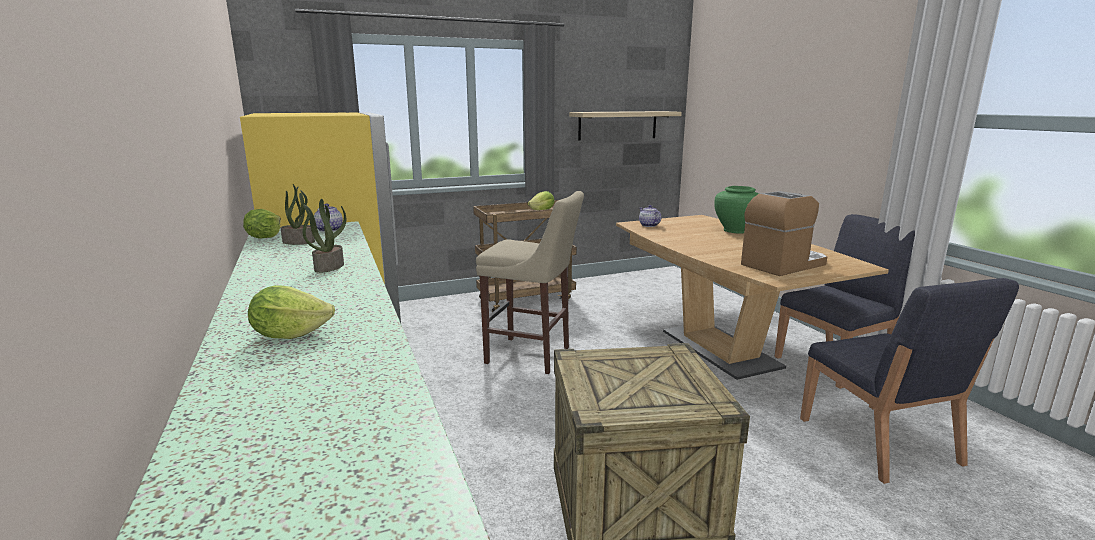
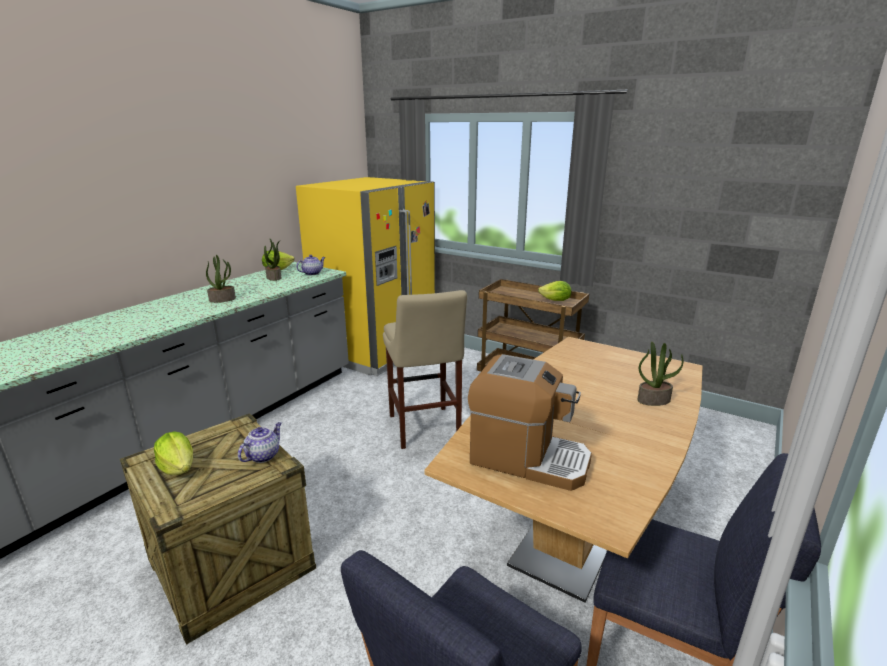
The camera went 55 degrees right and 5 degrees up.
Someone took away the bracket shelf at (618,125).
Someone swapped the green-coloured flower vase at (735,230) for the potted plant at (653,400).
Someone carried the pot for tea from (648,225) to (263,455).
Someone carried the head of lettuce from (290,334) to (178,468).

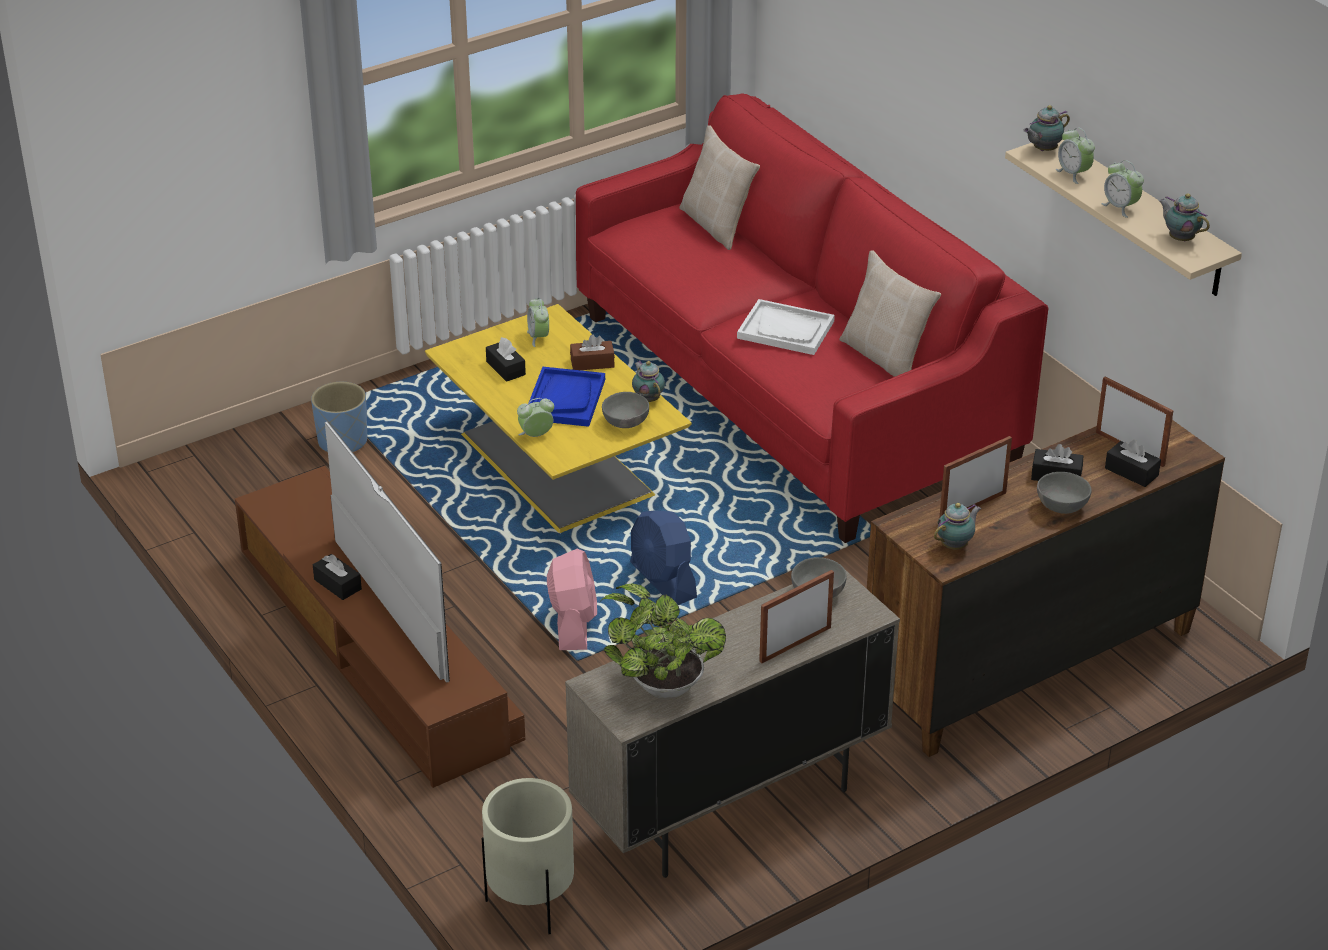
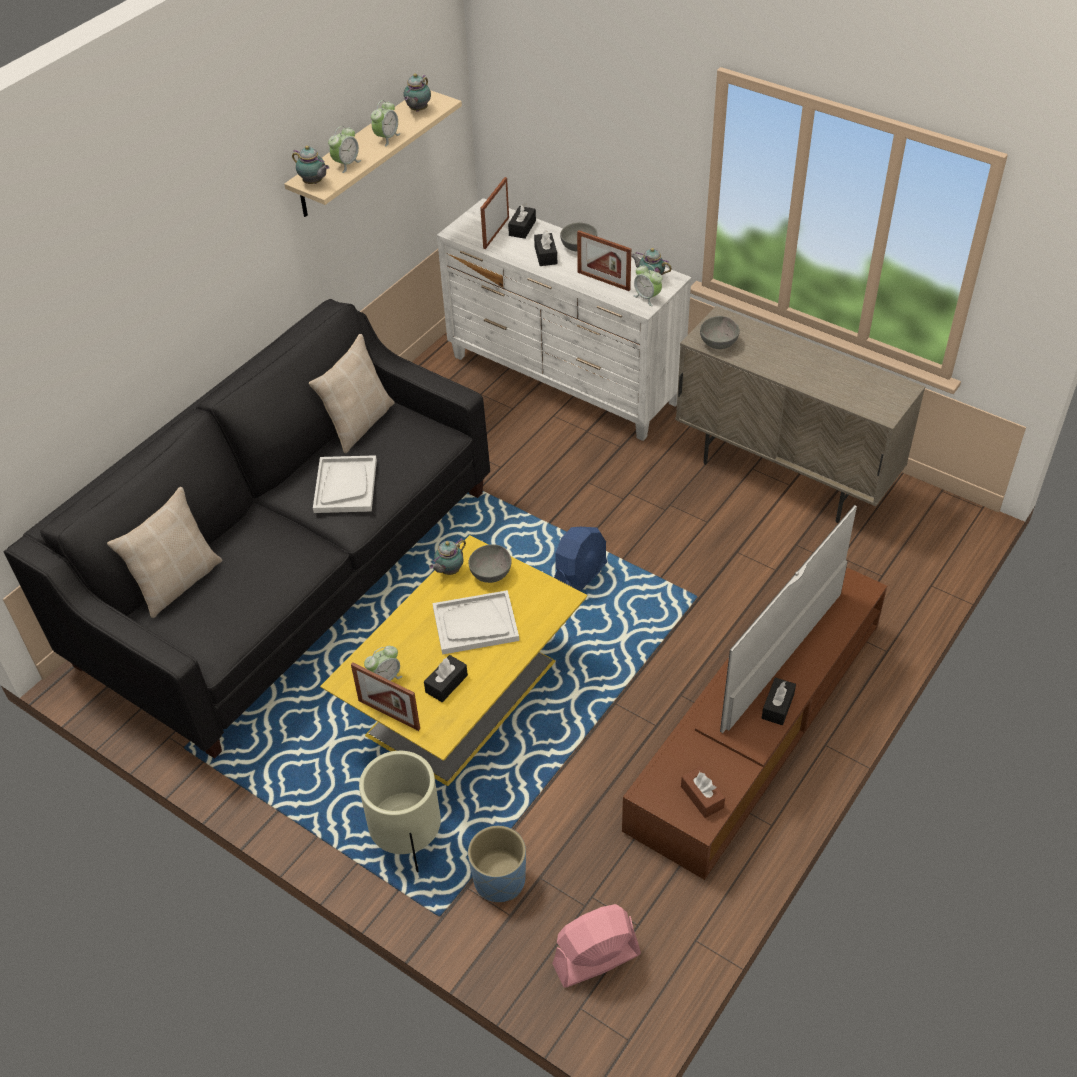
The camera went 110 degrees left and 10 degrees up.
Someone repainted the red-coloured sofa at (792,390), which became the black-coloured sofa at (288,578).
Someone carried the brown box of tissues from (592,363) to (702,797).
Someone repainted the blue-coloured tray at (565,399), which became the white-coloured tray at (475,624).
Someone carried the table clock from (536,435) to (647,297).
Someone repainted the brown chest of drawers at (1028,664), which became the white-coloured chest of drawers at (564,381).
Someone carried the pink cooling fan from (573,623) to (596,959).
Someone carried the picture frame from (795,644) to (389,714).
Someone took away the potted plant at (661,685).
Someone carried the sand-coloured plant pot from (530,903) to (408,841).

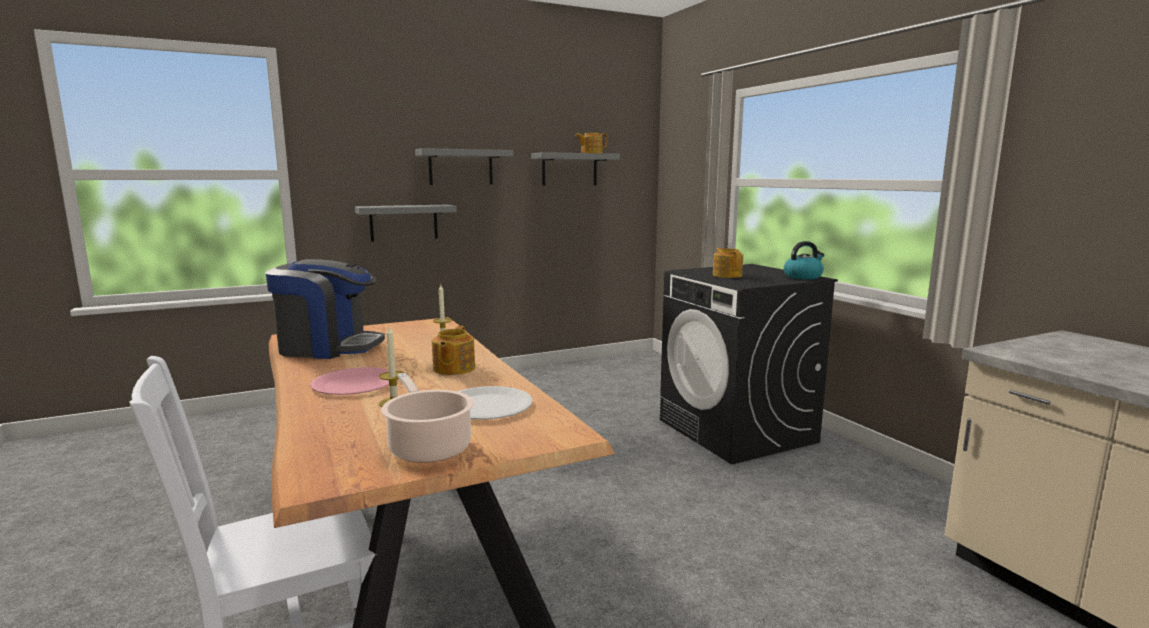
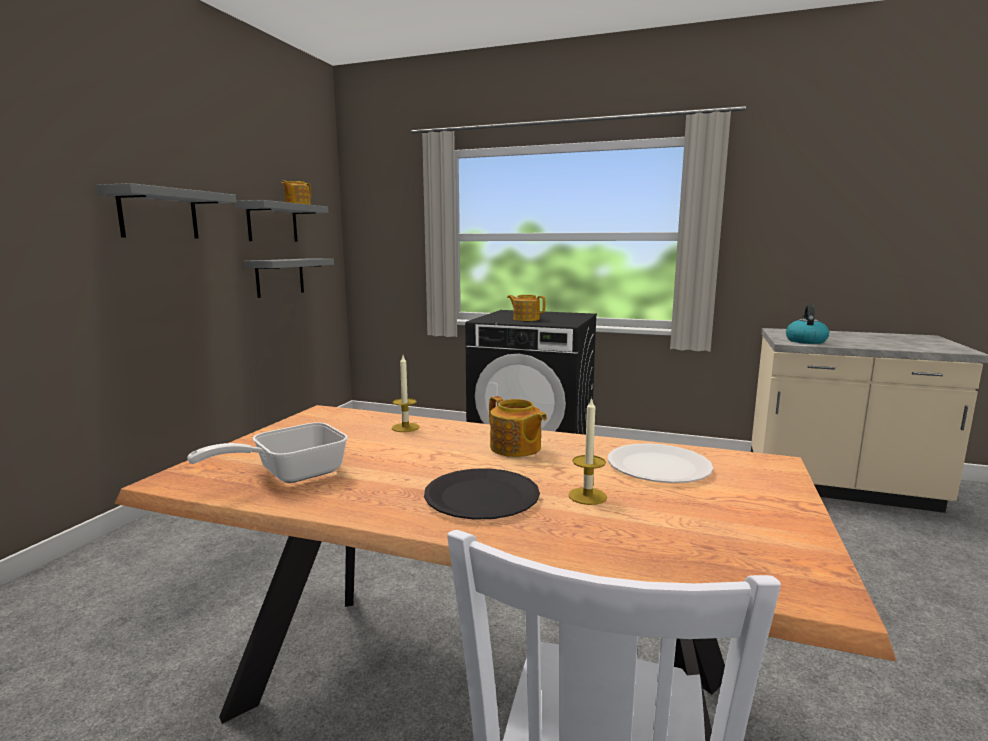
The camera went 45 degrees left and 0 degrees up.
Someone carried the greyish bracket shelf from (404,222) to (280,277).
Someone carried the tea kettle from (803,277) to (805,341).
Someone swapped the coffee machine at (328,347) for the pan at (290,474).
Someone repainted the pink flat dish at (354,384), which became the black-coloured flat dish at (481,497).
Someone took away the stockpot at (428,447).

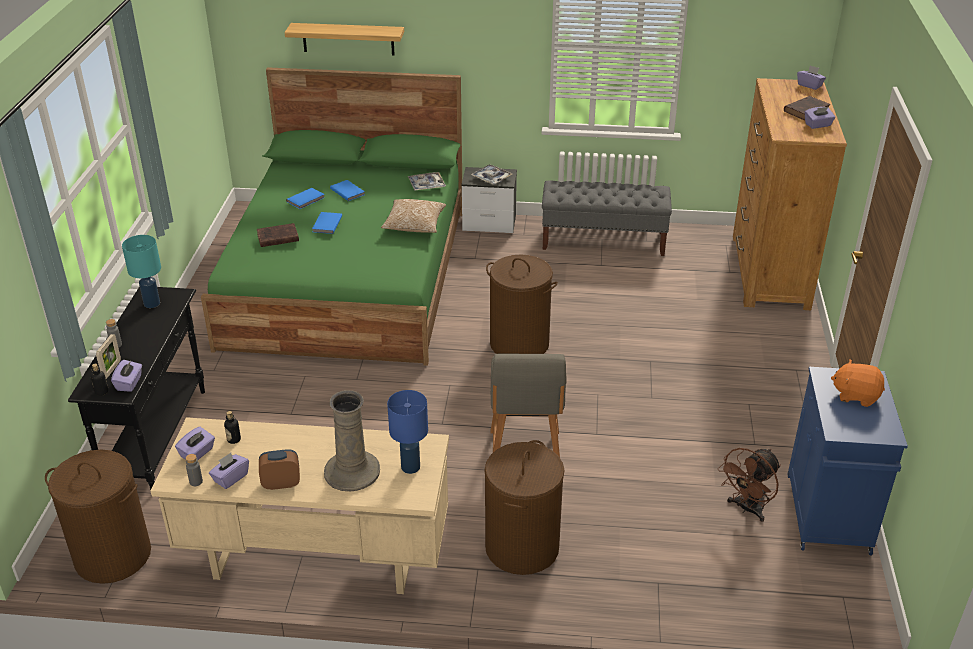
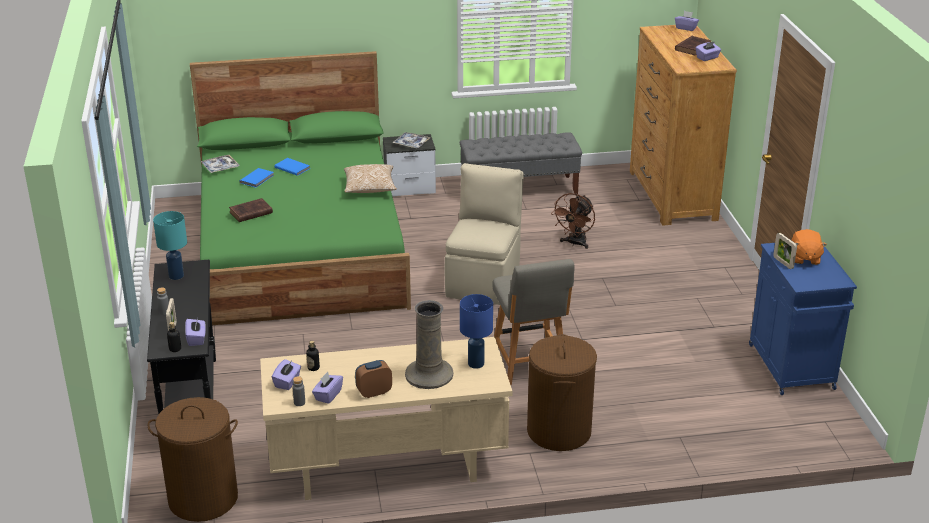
The camera went 15 degrees left and 5 degrees down.
Someone took away the bracket shelf at (348,39).
Someone carried the tray from (426,185) to (220,167).
Someone took away the blue-coloured book at (326,224).
Someone swapped the brown laundry basket at (519,344) for the sand-coloured upright chair at (484,280).
Someone rotated the orangey plush toy at (856,395) by 90 degrees counterclockwise.
Someone carried the brown cooling fan from (747,509) to (574,243).
Someone put down the picture frame at (783,263).

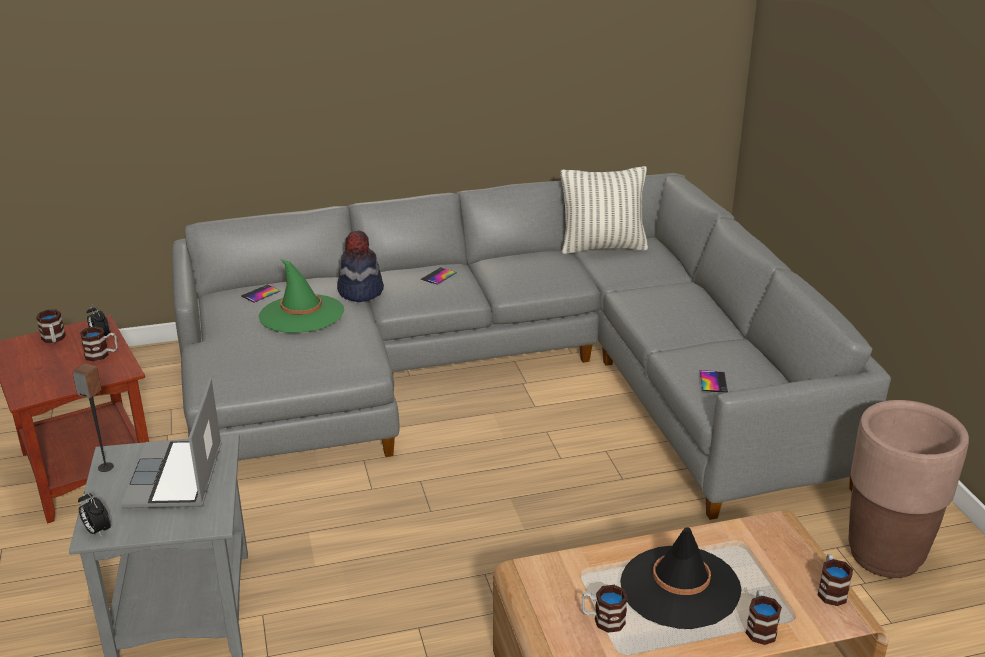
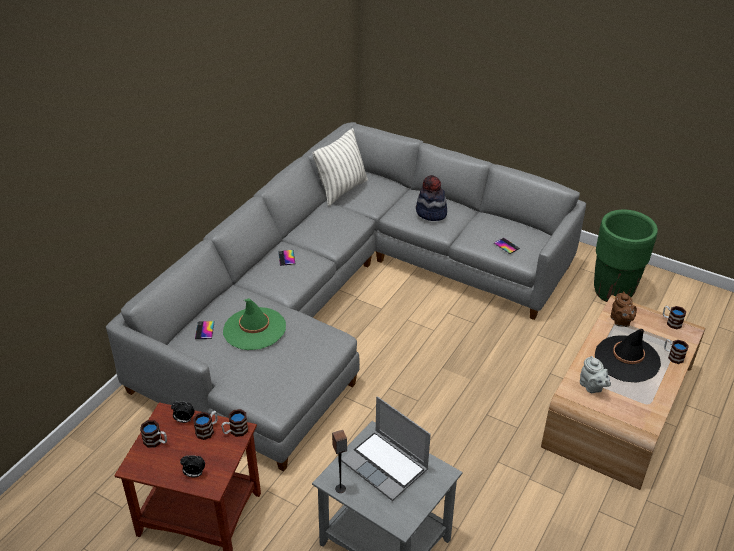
The camera went 45 degrees left and 10 degrees up.
Someone carried the clothing hat from (360,291) to (431,213).
Someone repainted the brown plant pot at (885,555), which became the green-coloured plant pot at (612,292).
Someone carried the table clock from (97,531) to (194,474).
Someone carried the mug from (603,620) to (235,431).
Someone put down the brown pot for tea at (620,322).
Someone put down the greyish pot for tea at (592,387).

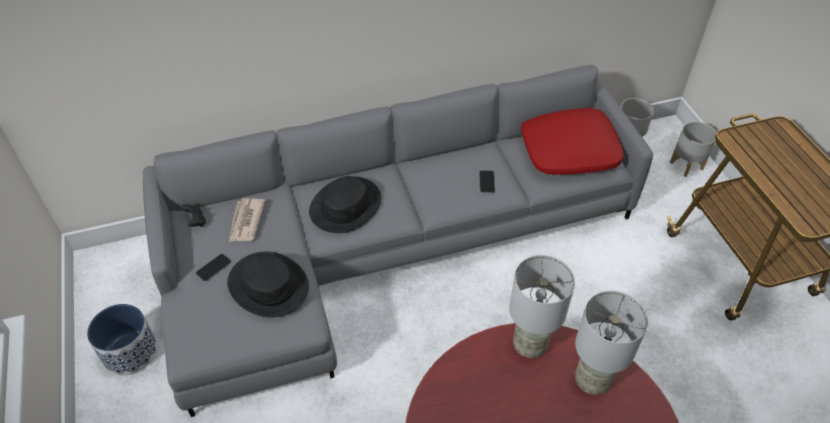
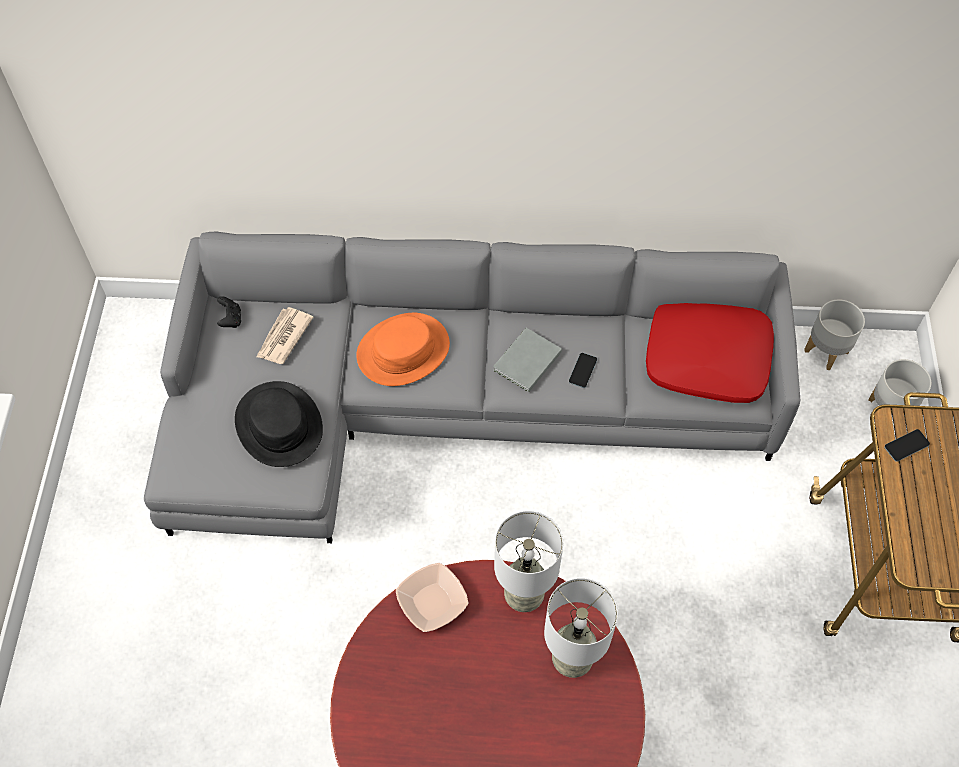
The camera went 20 degrees right and 10 degrees up.
Someone repainted the black-coloured clothing hat at (345,205), which became the orangey clothing hat at (403,350).
Someone carried the phone from (213,267) to (906,445).
Someone took away the plant pot at (130,353).
Someone put down the greyish book at (525,362).
Someone put down the deep dish at (432,602).

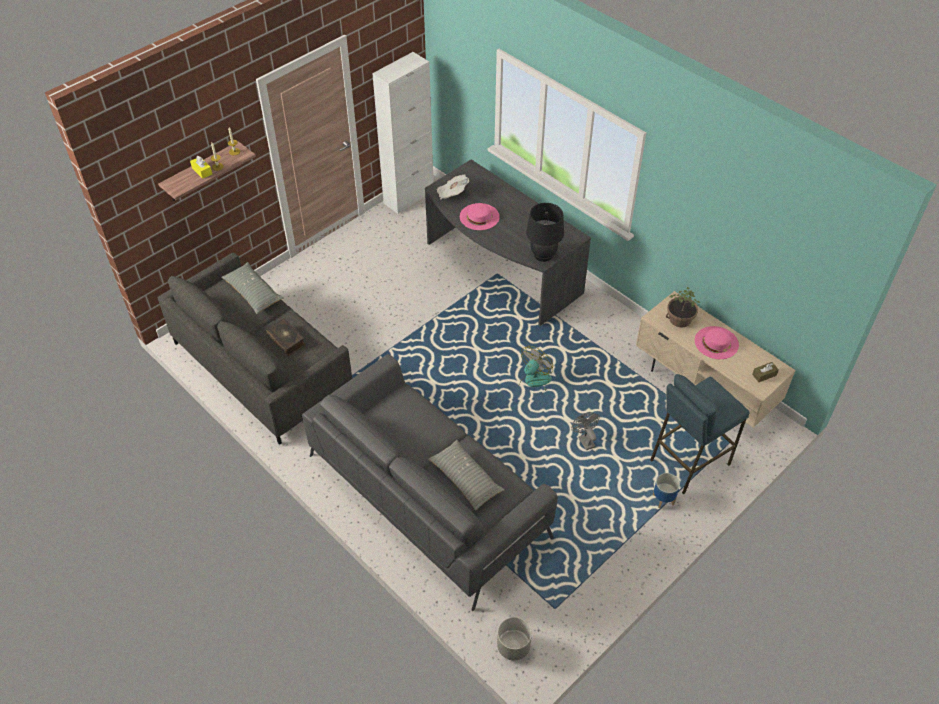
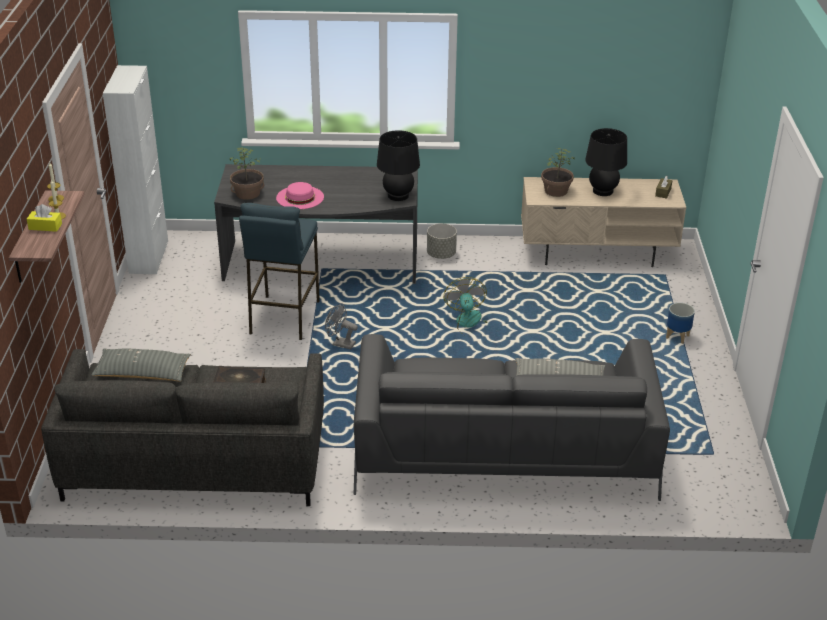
The camera went 45 degrees left and 15 degrees down.
Someone swapped the newspaper at (452,193) for the potted plant at (248,194).
Someone swapped the pink clothing hat at (716,342) for the black-coloured table lamp at (603,191).
Someone carried the blue-coloured stool seat from (688,462) to (283,317).
Someone carried the greyish cooling fan from (584,440) to (340,344).
Someone carried the greyish plant pot from (513,647) to (441,254).

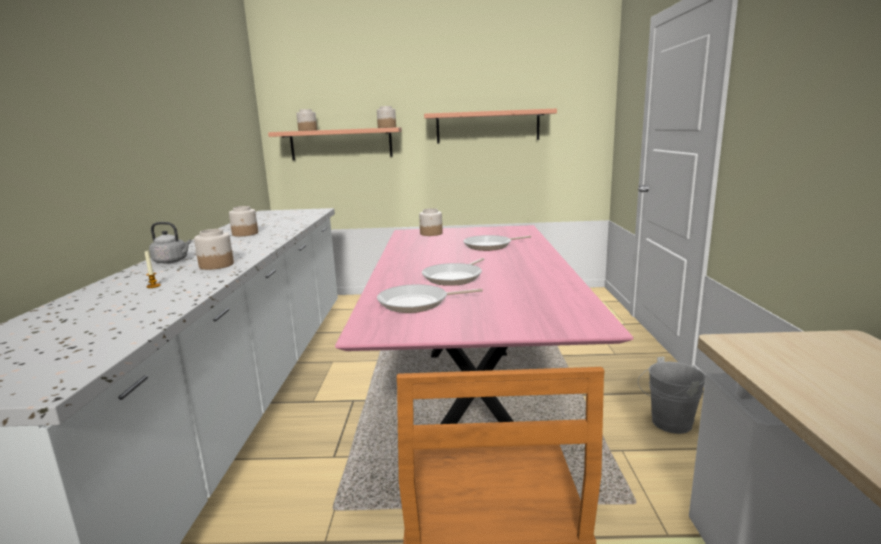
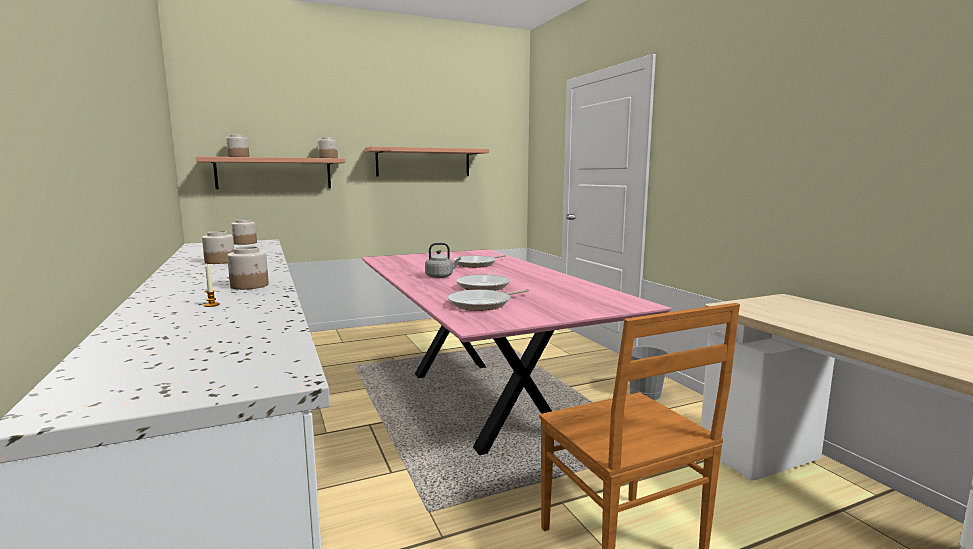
The camera went 25 degrees left and 5 degrees down.
Someone carried the storage jar from (431,234) to (245,243).
Someone carried the greyish tea kettle from (172,261) to (441,276).

